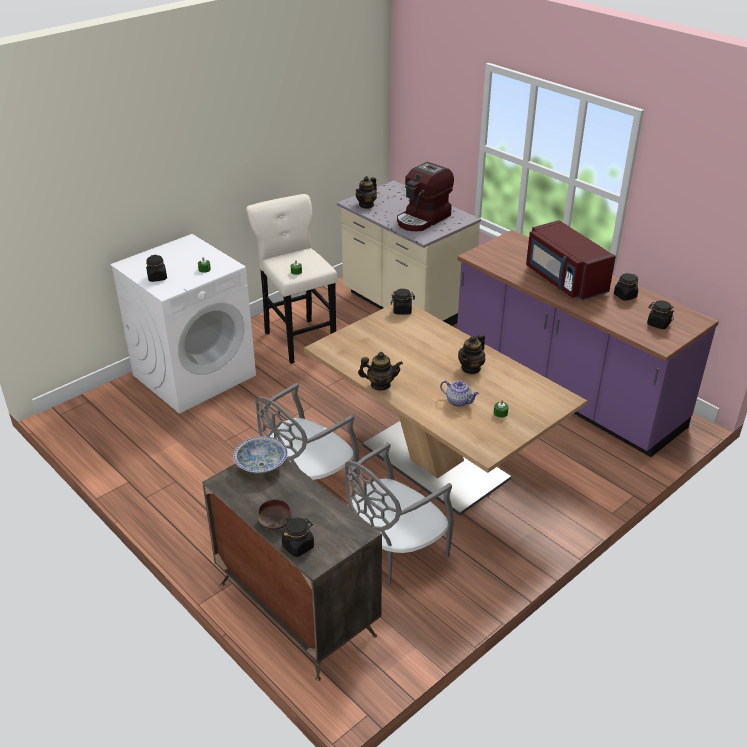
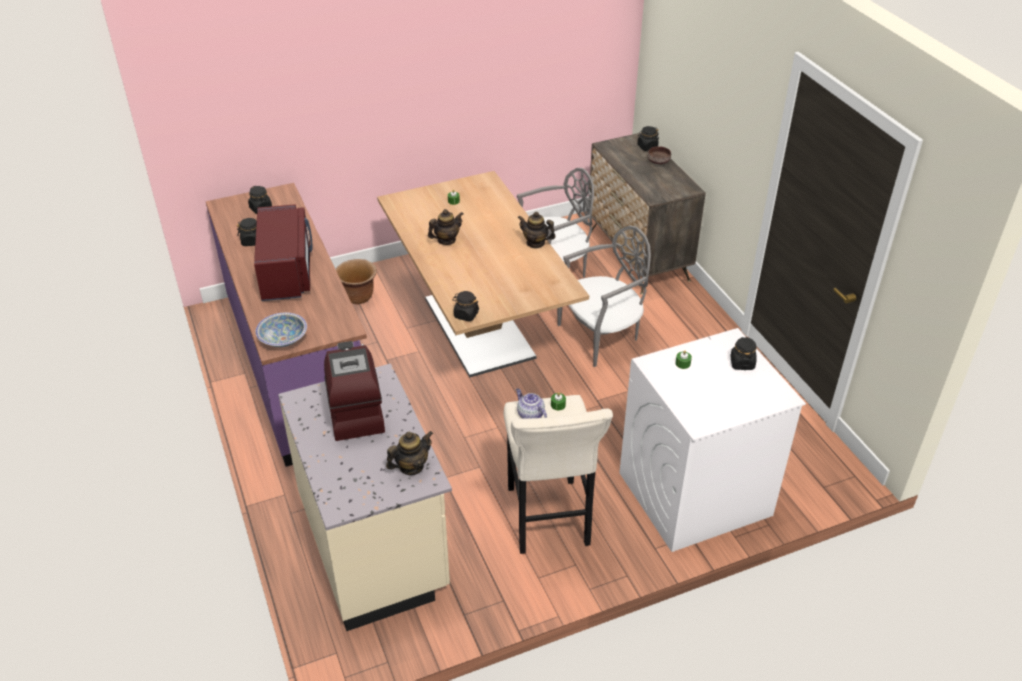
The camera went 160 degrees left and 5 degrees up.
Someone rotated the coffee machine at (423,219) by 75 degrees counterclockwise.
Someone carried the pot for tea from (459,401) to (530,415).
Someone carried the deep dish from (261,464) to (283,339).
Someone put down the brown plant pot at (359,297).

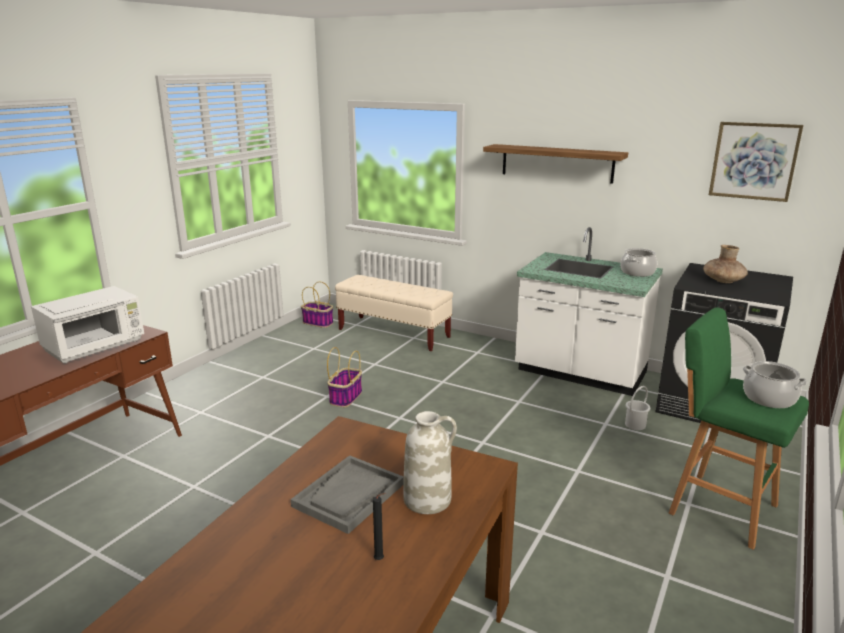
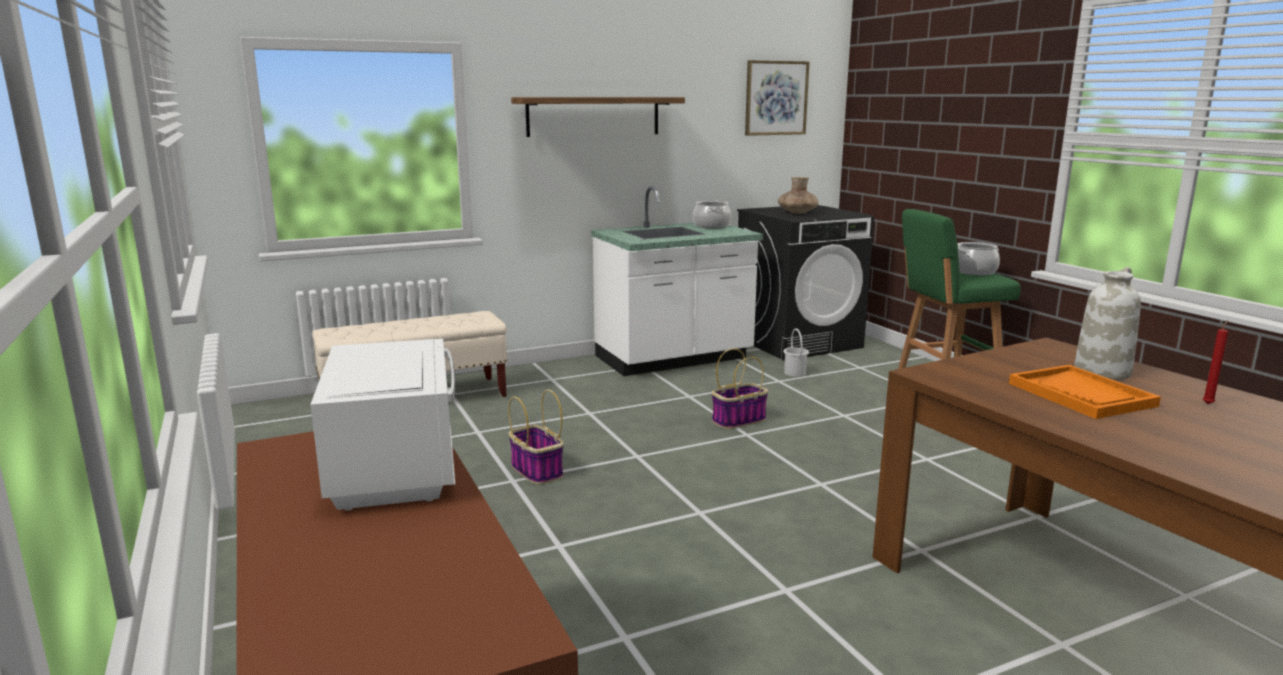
The camera went 55 degrees left and 5 degrees down.
Someone carried the household basket from (318,323) to (739,420).
Someone repainted the greyish tray at (349,495), which became the orangey tray at (1081,395).
Someone repainted the black-coloured candle at (380,560), which became the red-coloured candle at (1208,404).

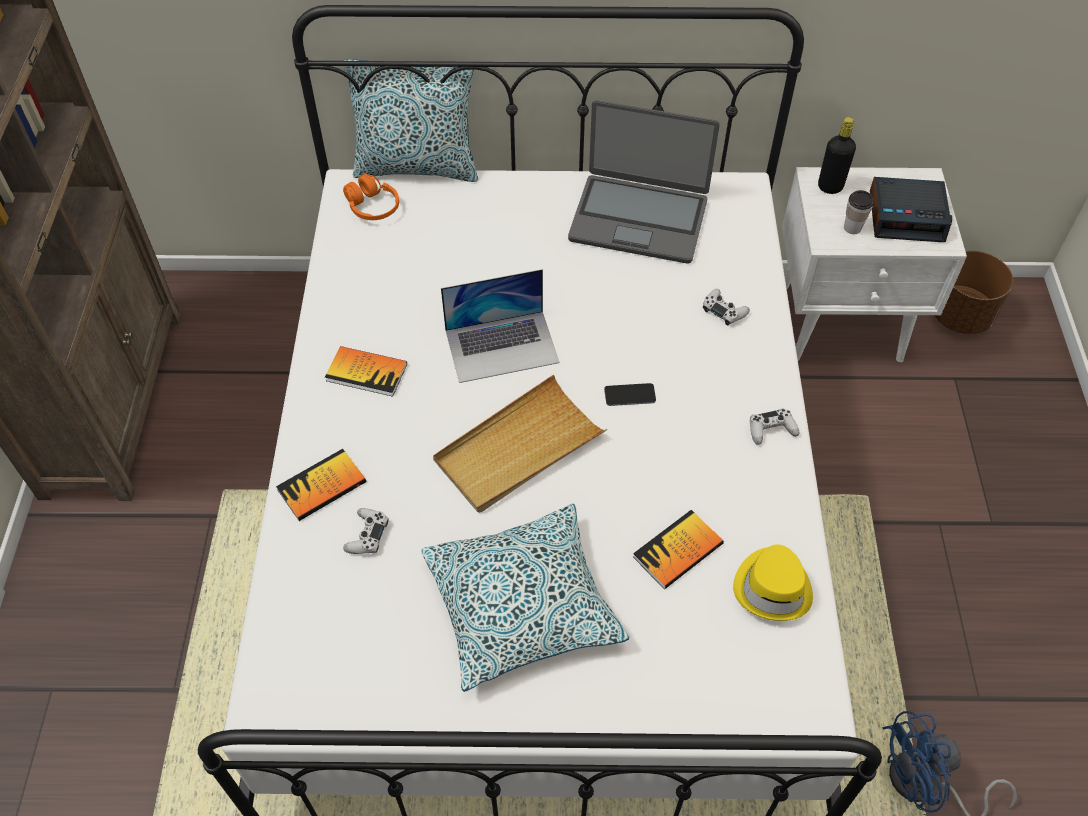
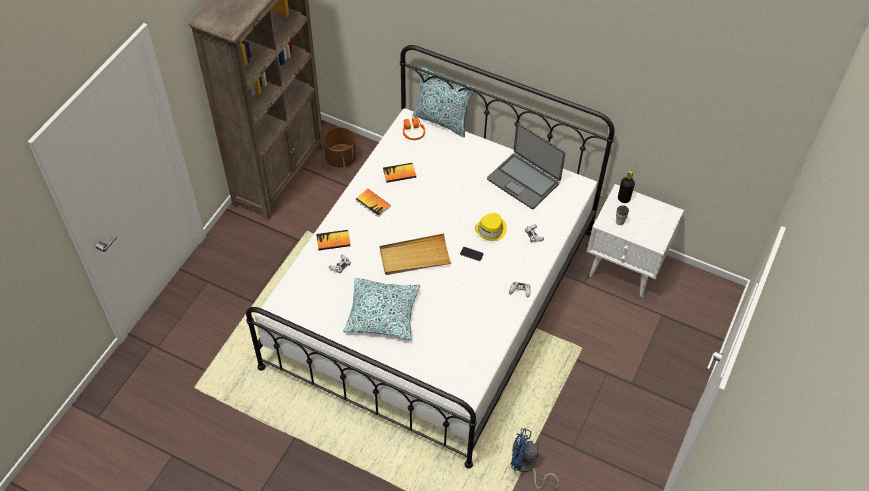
The camera went 25 degrees right and 0 degrees up.
Someone took away the table clock at (907,216).
Someone carried the brown plant pot from (960,315) to (341,158).
Someone took away the laptop at (502,346).
Someone carried the book from (678,550) to (399,173).
Someone carried the yellow clothing hat from (773,587) to (491,230).

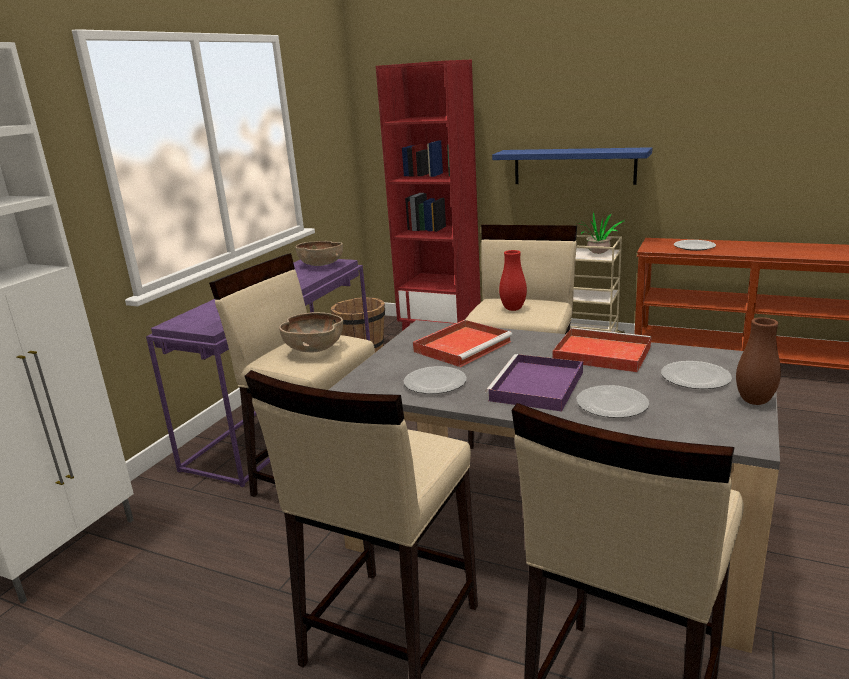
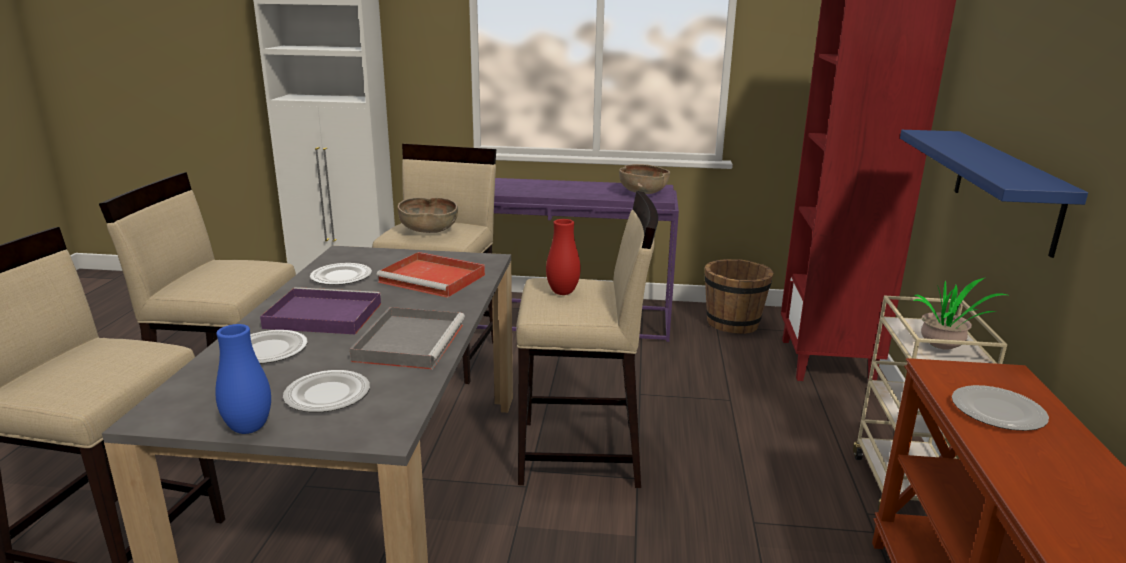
The camera went 70 degrees right and 0 degrees up.
Someone repainted the brown flower vase at (754,401), which became the blue-coloured flower vase at (249,428).
Someone repainted the red-coloured tray at (600,353), which became the greyish tray at (410,341).

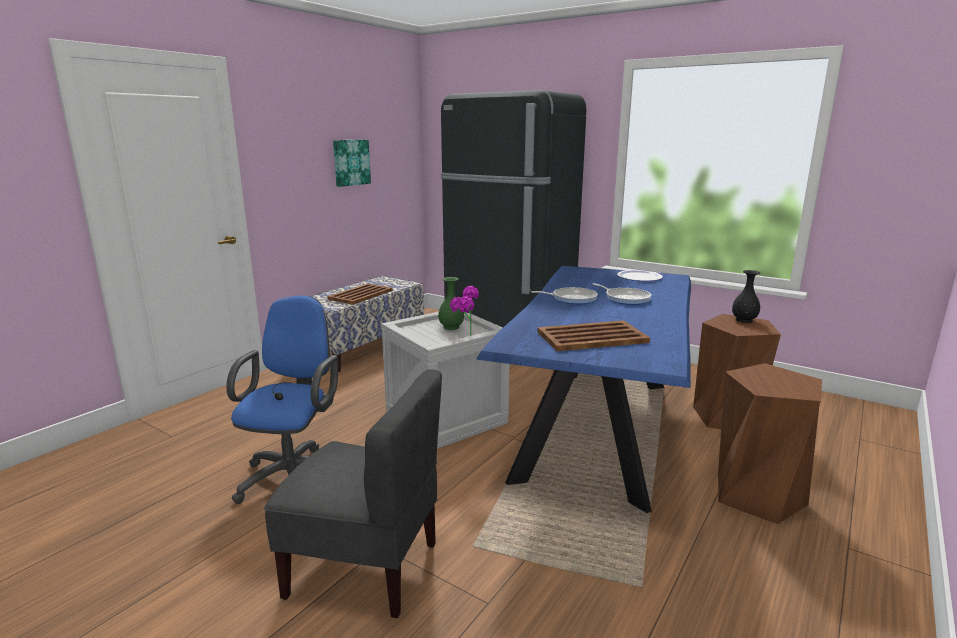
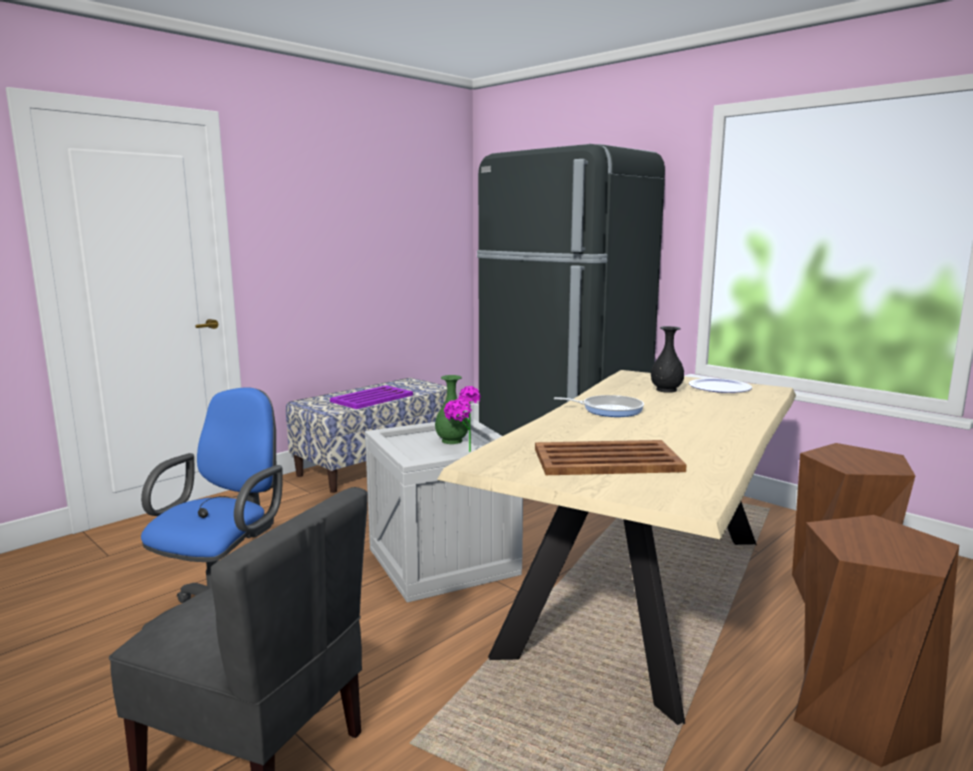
The camera went 10 degrees right and 5 degrees down.
Someone took away the wall picture at (351,162).
Someone repainted the blue-coloured dinner table at (597,428), which became the sand-coloured dinner table at (643,592).
Someone carried the black-coloured flower vase from (744,320) to (666,390).
Someone took away the pan at (625,298).
Someone repainted the brown tray at (360,295), which became the purple-coloured tray at (371,398).

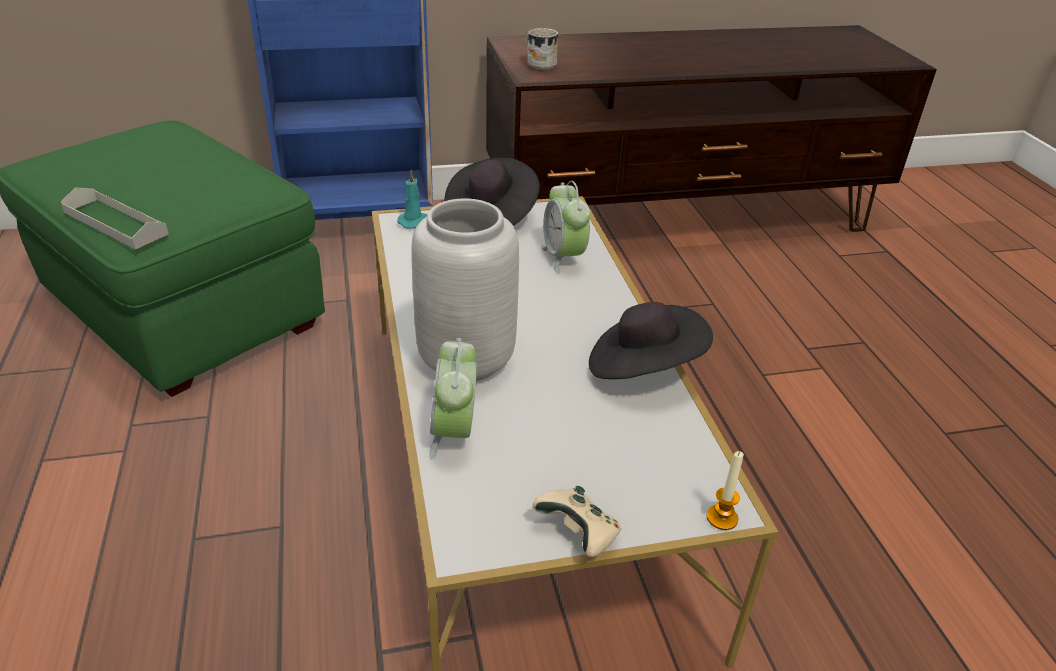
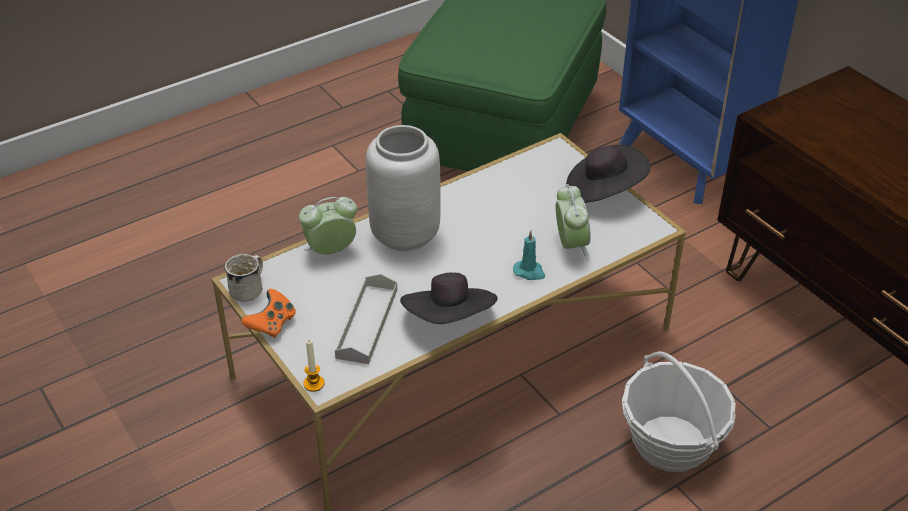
The camera went 70 degrees right and 5 degrees up.
Someone carried the white-coloured mug from (538,64) to (250,288).
Someone carried the turquoise candle from (415,222) to (529,272).
Someone rotated the table clock at (563,257) by 120 degrees clockwise.
Someone carried the greyish tray from (115,223) to (367,323).
Someone repainted the sand-coloured gamepad at (579,534), which became the orangey gamepad at (272,324).
Someone put down the household basket at (671,443).

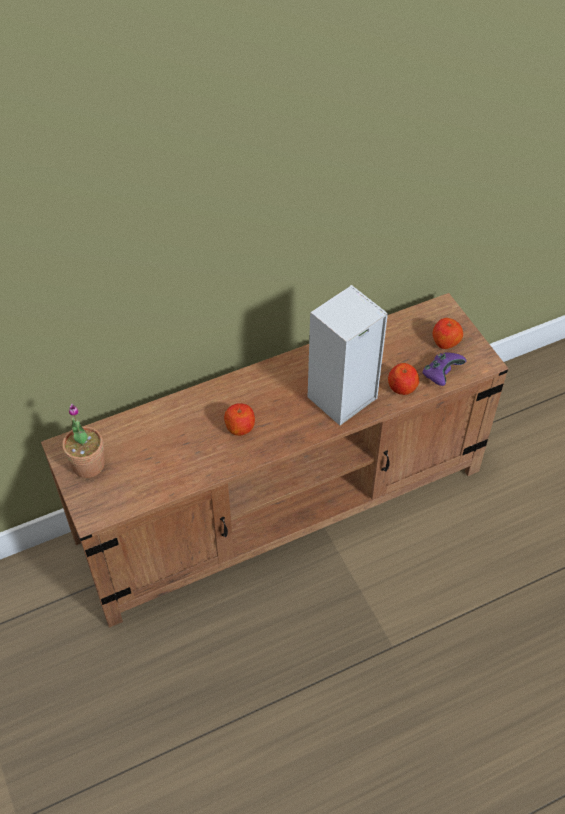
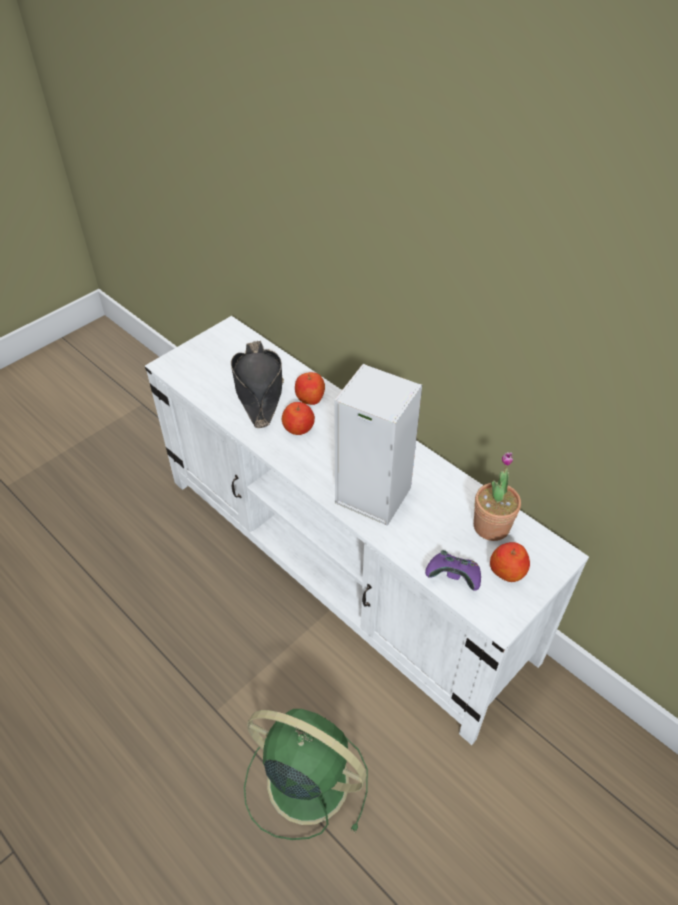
The camera went 70 degrees right and 5 degrees down.
Someone repainted the brown tv stand at (283,504), which became the white-coloured tv stand at (342,565).
Someone carried the apple from (402,387) to (310,398).
Someone carried the potted plant from (88,464) to (491,526).
Someone put down the black-coloured clothing hat at (258,389).
Someone put down the green-coloured cooling fan at (304,779).

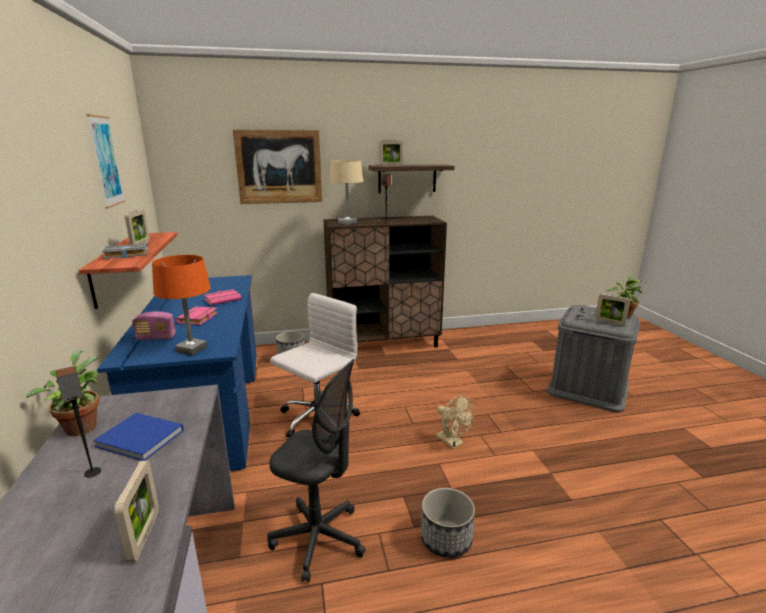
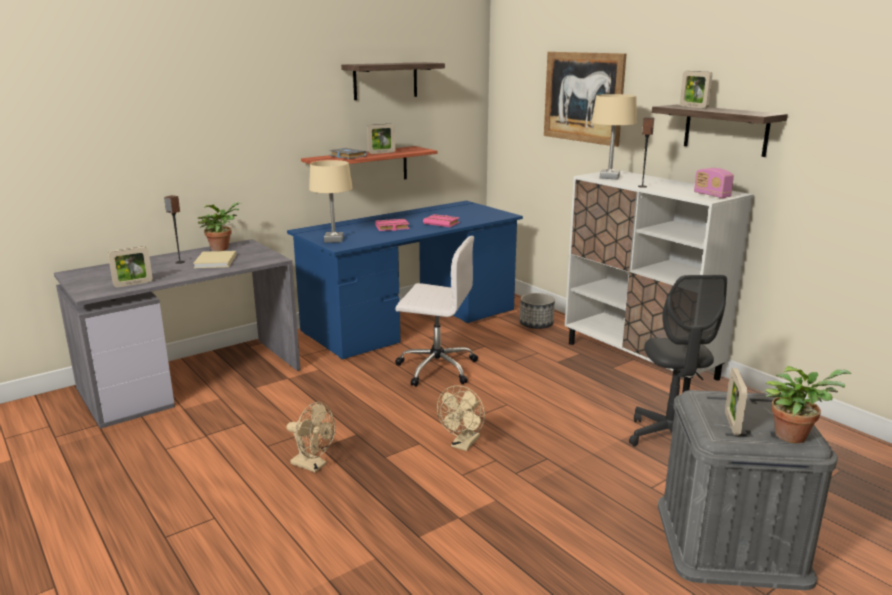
The camera went 65 degrees right and 0 degrees up.
Someone swapped the wall picture at (106,161) for the bracket shelf at (385,80).
Someone repainted the brown cabinet at (384,343), which became the white-coloured cabinet at (640,360).
Someone repainted the orangey table lamp at (192,349), which became the sand-coloured table lamp at (334,240).
Someone carried the radio from (156,338) to (711,195).
Someone carried the greyish computer chair from (319,539) to (670,438).
Someone repainted the blue-coloured book at (142,439), which became the sand-coloured book at (215,262).
Someone swapped the plant pot at (445,539) for the sand-coloured cooling fan at (313,465).

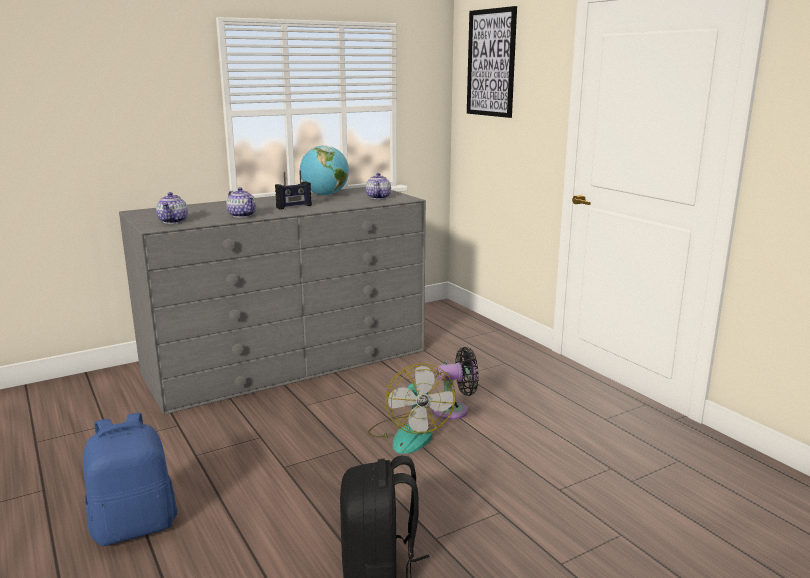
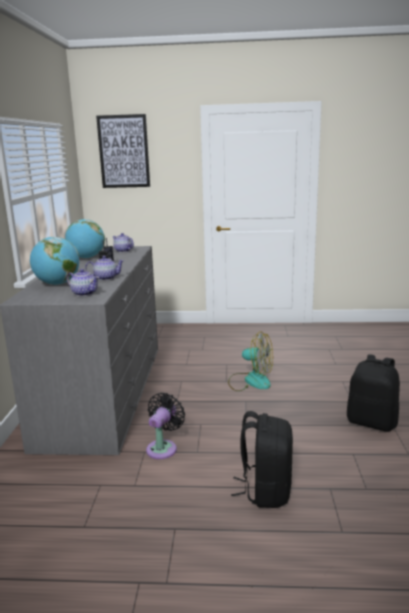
The camera went 55 degrees left and 0 degrees up.
Someone carried the black-coloured cooling fan from (454,410) to (163,447).
Someone repainted the blue-coloured knapsack at (135,526), which became the black-coloured knapsack at (265,490).
Someone put down the globe at (57,284).

